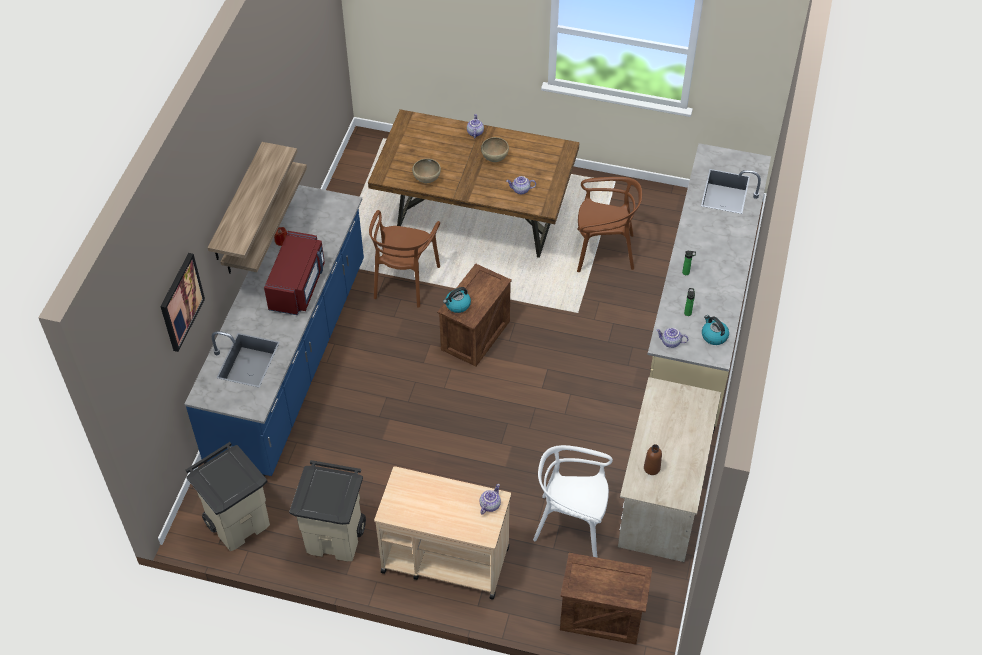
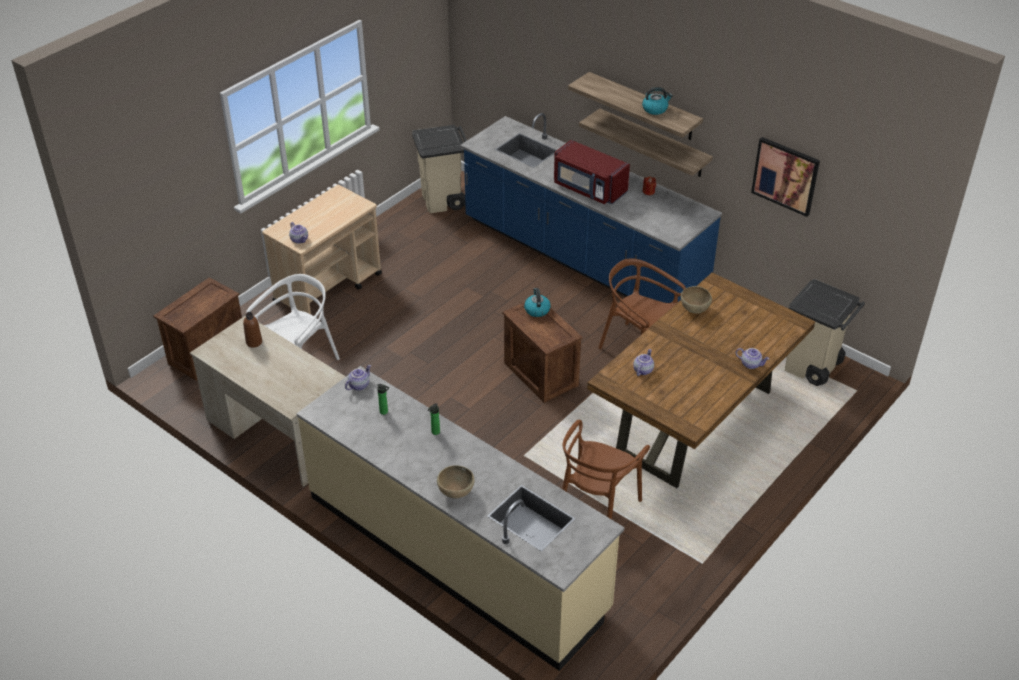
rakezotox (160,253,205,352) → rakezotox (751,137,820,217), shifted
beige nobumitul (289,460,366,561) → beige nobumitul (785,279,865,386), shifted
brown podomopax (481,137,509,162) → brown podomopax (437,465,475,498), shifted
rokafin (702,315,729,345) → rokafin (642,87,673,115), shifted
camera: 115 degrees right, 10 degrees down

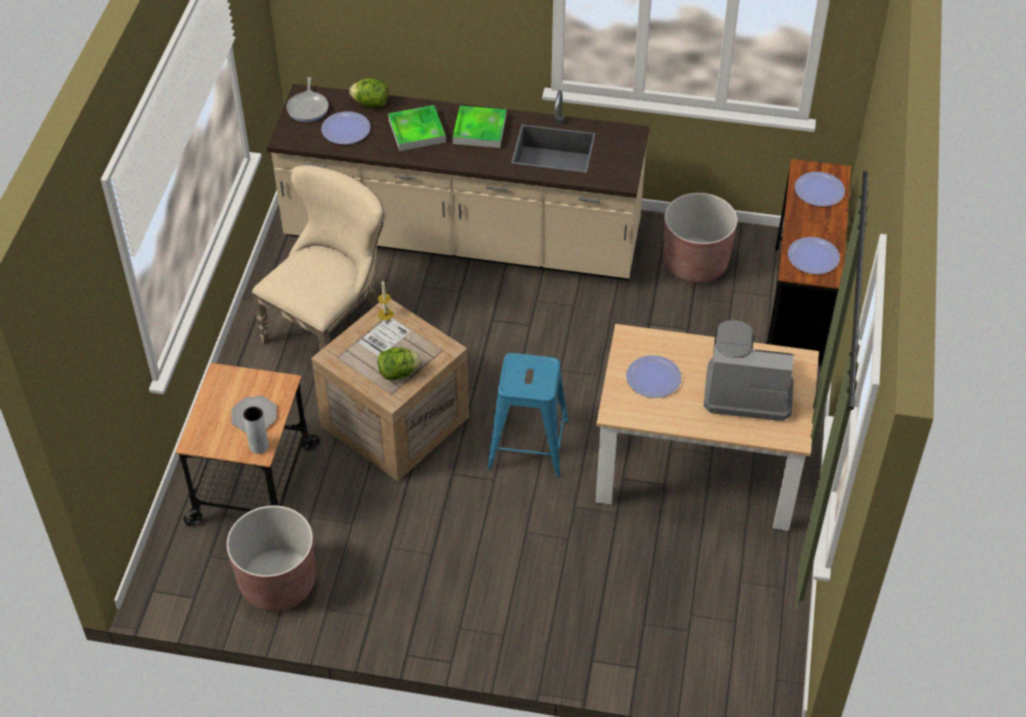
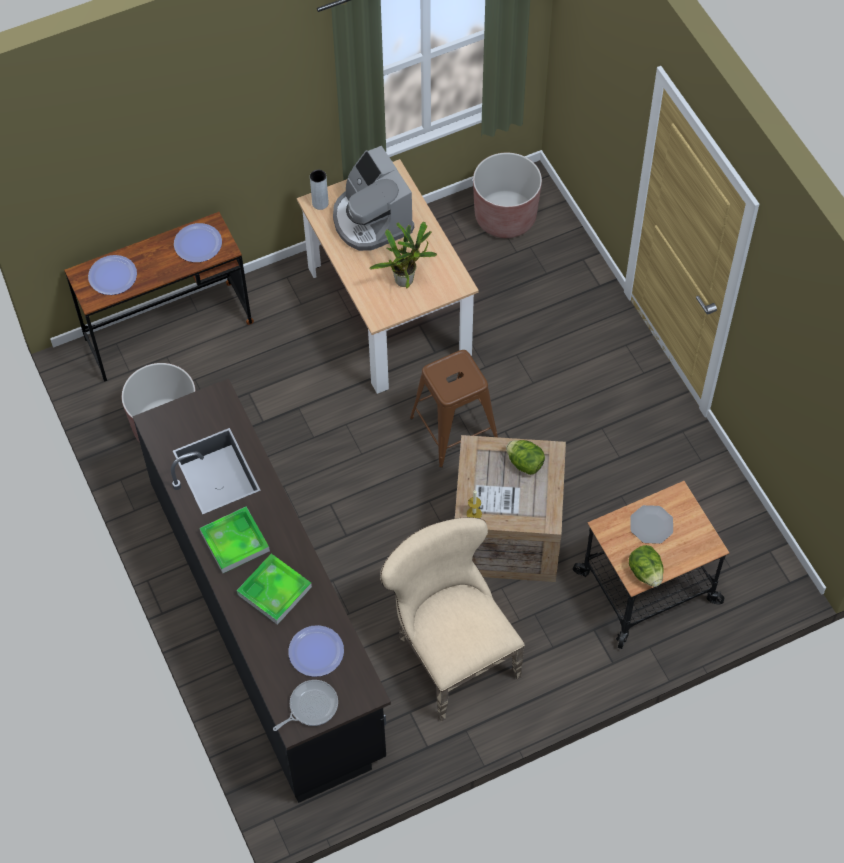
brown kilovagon (227,505,316,611) → brown kilovagon (473,153,542,238), shifted
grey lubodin (243,406,269,454) → grey lubodin (310,170,329,210), shifted
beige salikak (251,165,385,351) → beige salikak (380,517,525,722), 60 degrees clockwise
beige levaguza (267,84,650,281) → black levaguza (133,378,391,803)
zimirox (349,78,388,107) → zimirox (629,545,664,587), shifted
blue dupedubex (487,353,569,478) → brown dupedubex (410,350,498,468)
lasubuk (626,355,682,398) → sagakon (370,222,437,289)
camera: 125 degrees left, 10 degrees up

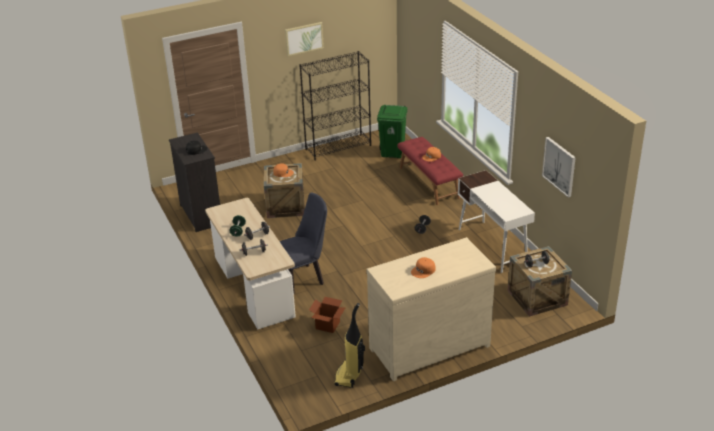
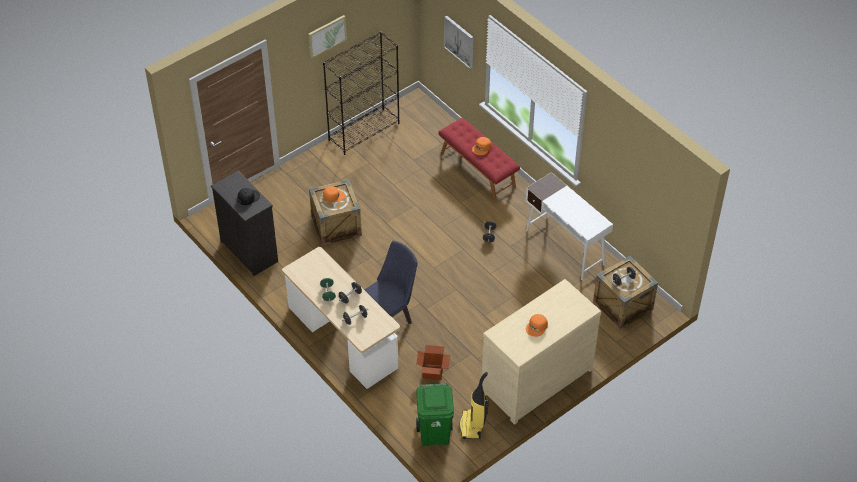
green nobumitul (377,105,408,158) → green nobumitul (416,383,454,446), shifted
rakezotox (542,137,576,198) → rakezotox (444,16,473,69), shifted
camera: 15 degrees left, 15 degrees up

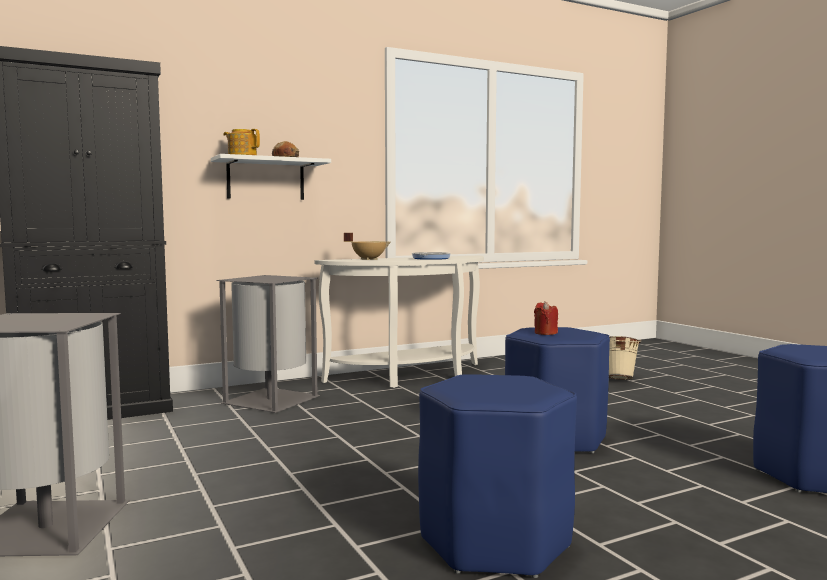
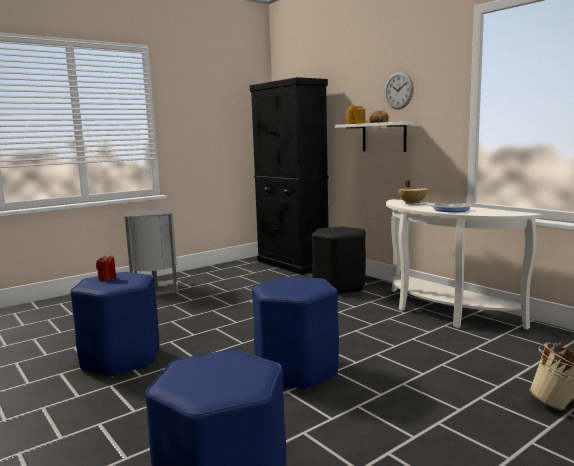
grey nobumitul (216,275,320,413) → black dupedubex (312,227,366,294)
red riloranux (534,301,558,335) → red riloranux (96,255,116,281), shifted
- → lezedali (385,72,414,110)
camera: 80 degrees right, 5 degrees up

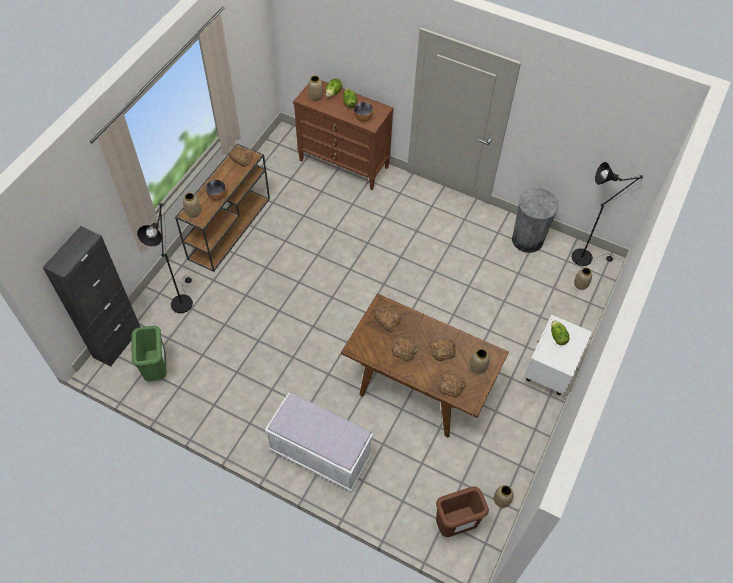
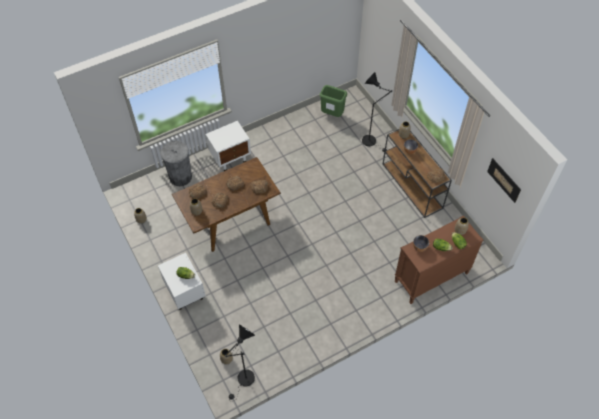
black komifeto (43,226,140,367) → -
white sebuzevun (265,393,373,491) → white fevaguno (206,121,251,171)
brown nobumitul (436,486,489,537) → -
grey nobumitul (512,188,559,253) → grey nobumitul (161,141,192,186), shifted
- → rakezotox (487,158,521,203)
camera: 125 degrees right, 0 degrees up

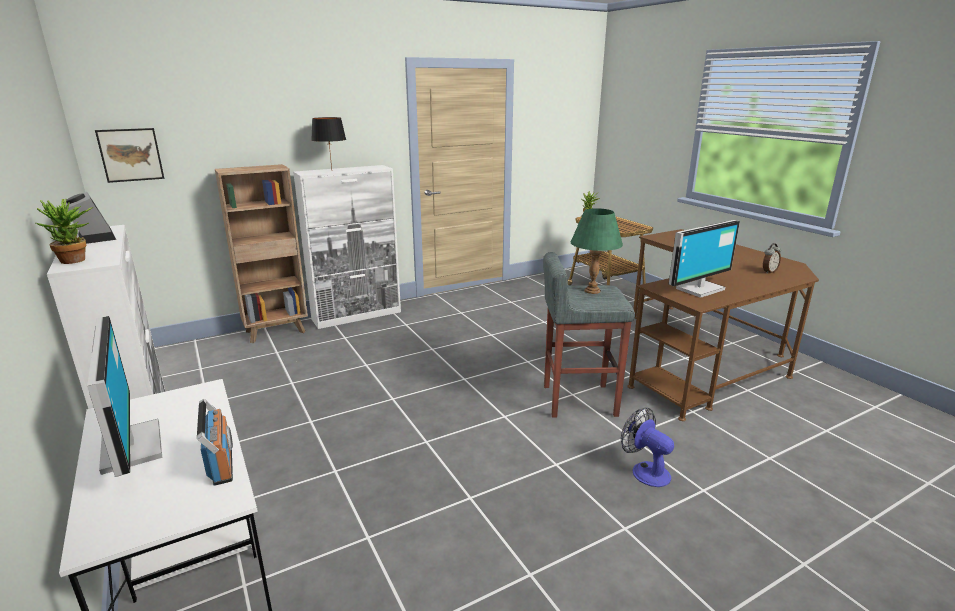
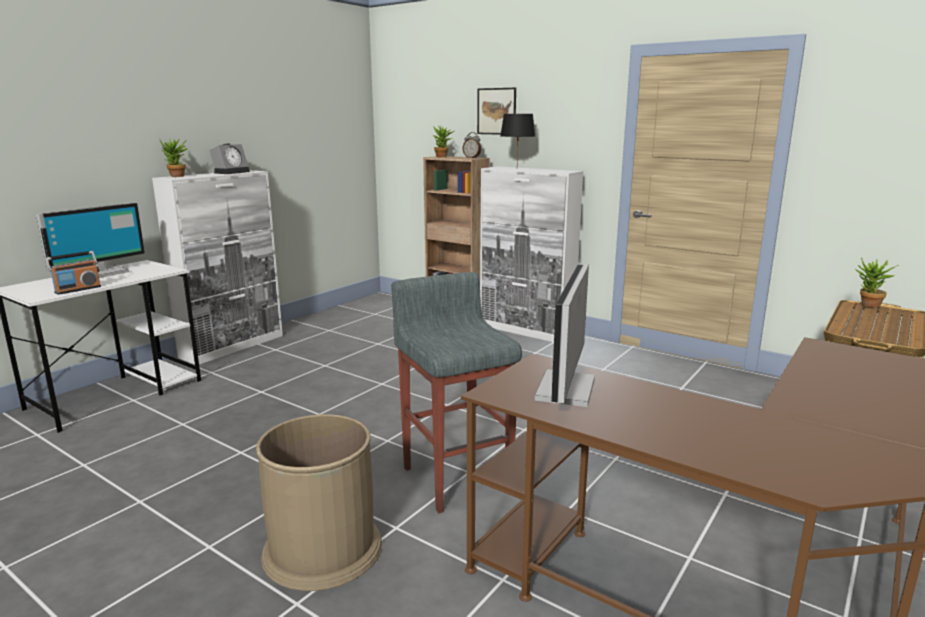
rakezotox (95,128,165,183) → rakezotox (477,88,516,135), shifted
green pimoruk (571,208,623,294) → -
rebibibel (621,408,674,487) → brown nobumitul (256,414,382,591)
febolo (669,220,740,298) → febolo (535,263,595,407), 75 degrees clockwise
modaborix (763,243,781,274) → modaborix (463,132,481,158), shifted
- → sagakon (433,126,454,157)
camera: 65 degrees right, 5 degrees down

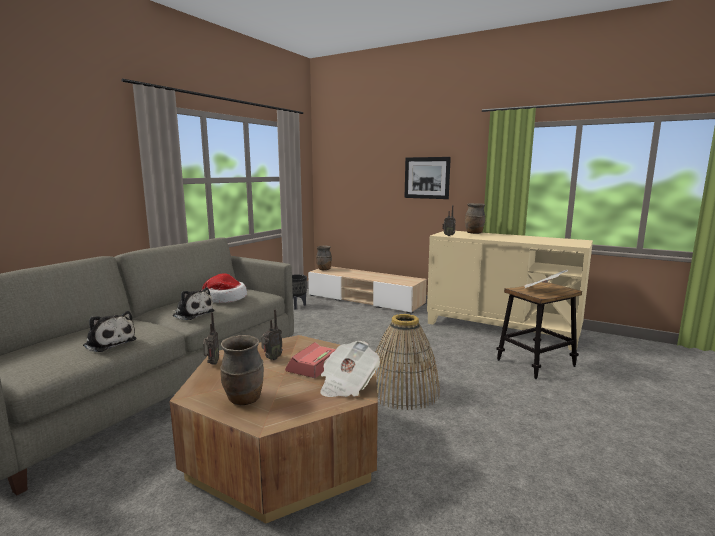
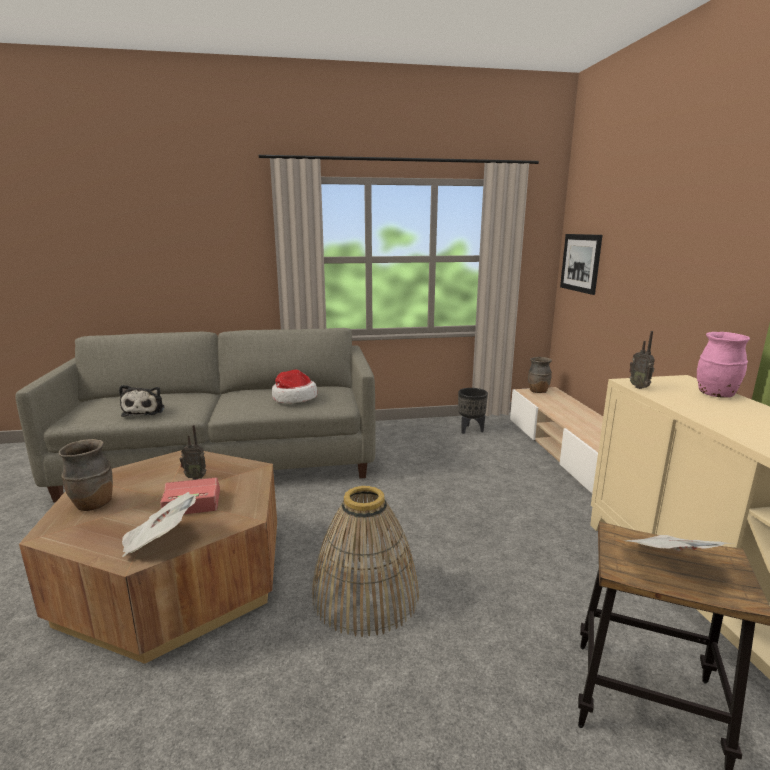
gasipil (172,288,214,320) → -
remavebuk (203,312,219,364) → -
rakezotox (405,157,451,199) → rakezotox (560,234,602,295), shifted
brown lubodin (465,203,485,234) → pink lubodin (697,332,750,397)
camera: 50 degrees right, 5 degrees up

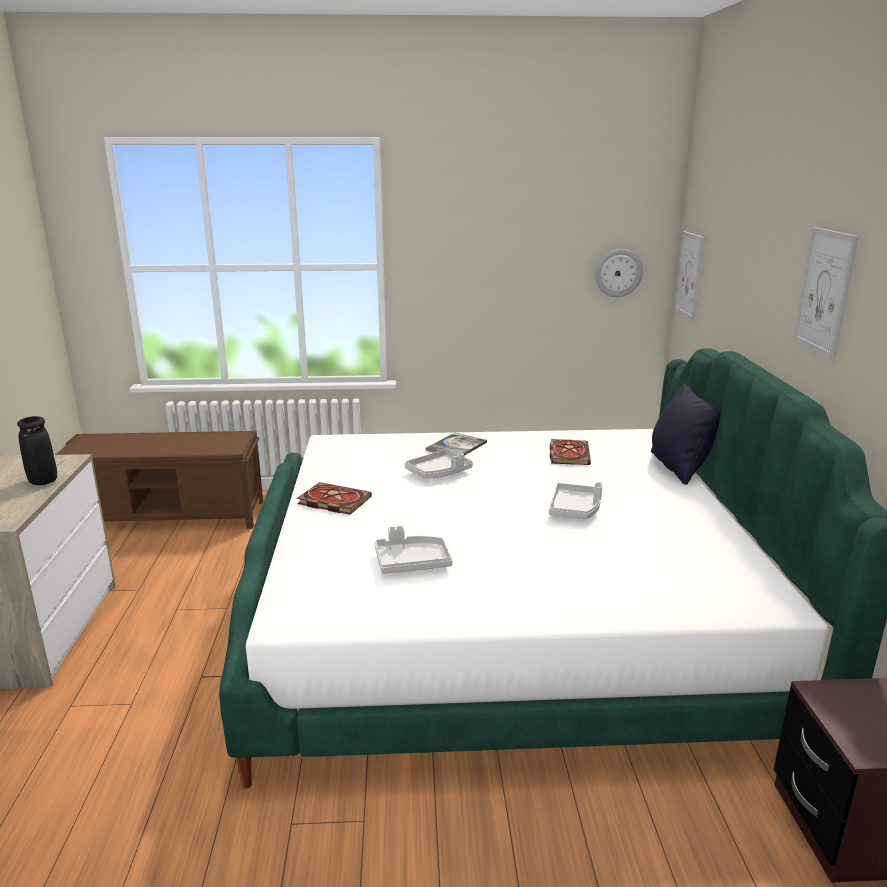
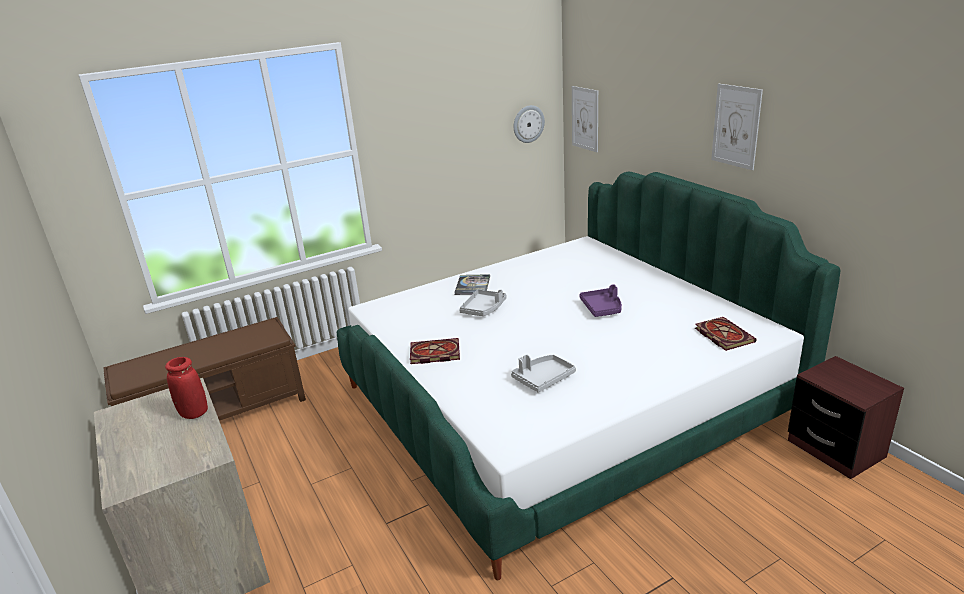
black lubodin (17,416,57,485) → red lubodin (165,357,208,419)
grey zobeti (549,482,602,519) → purple zobeti (579,284,622,317)
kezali (550,439,591,465) → kezali (695,317,757,351), shifted
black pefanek (651,383,722,485) → -
camera: 25 degrees left, 5 degrees up

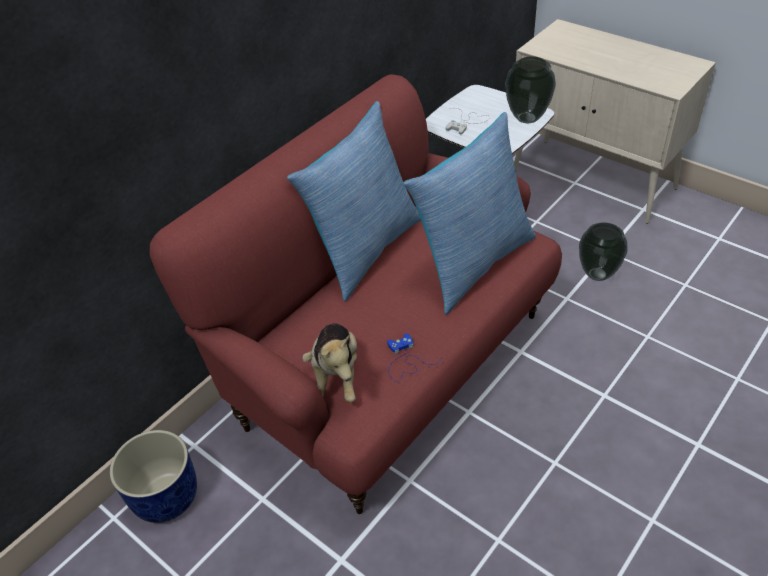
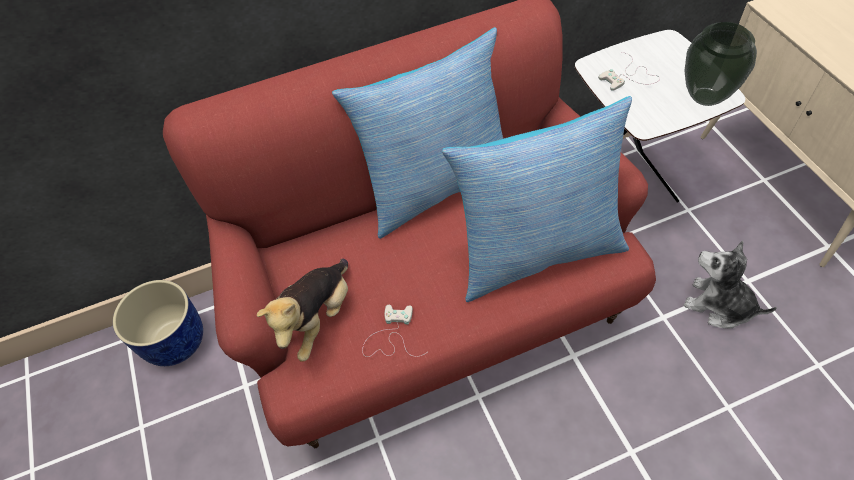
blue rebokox (387,333,442,381) → white rebokox (362,305,426,357)
lubodin (579,222,628,281) → gasipil (684,240,777,329)
camera: 30 degrees right, 10 degrees up

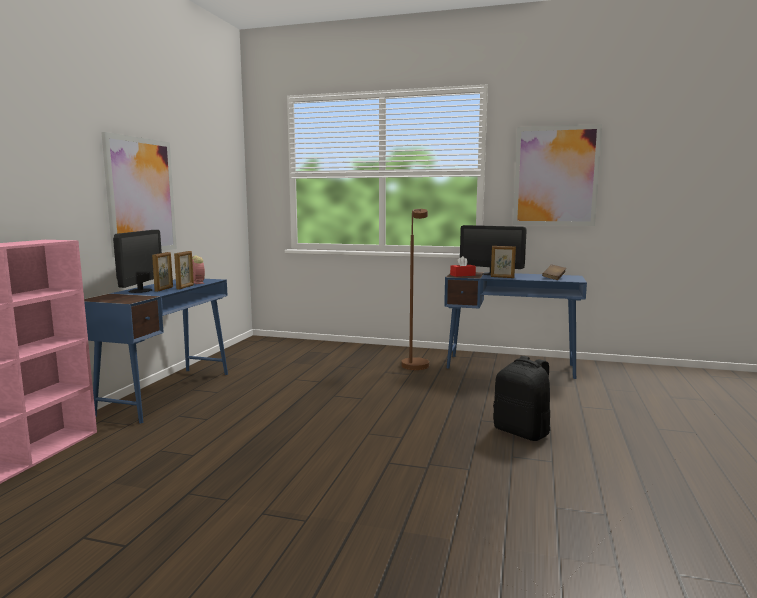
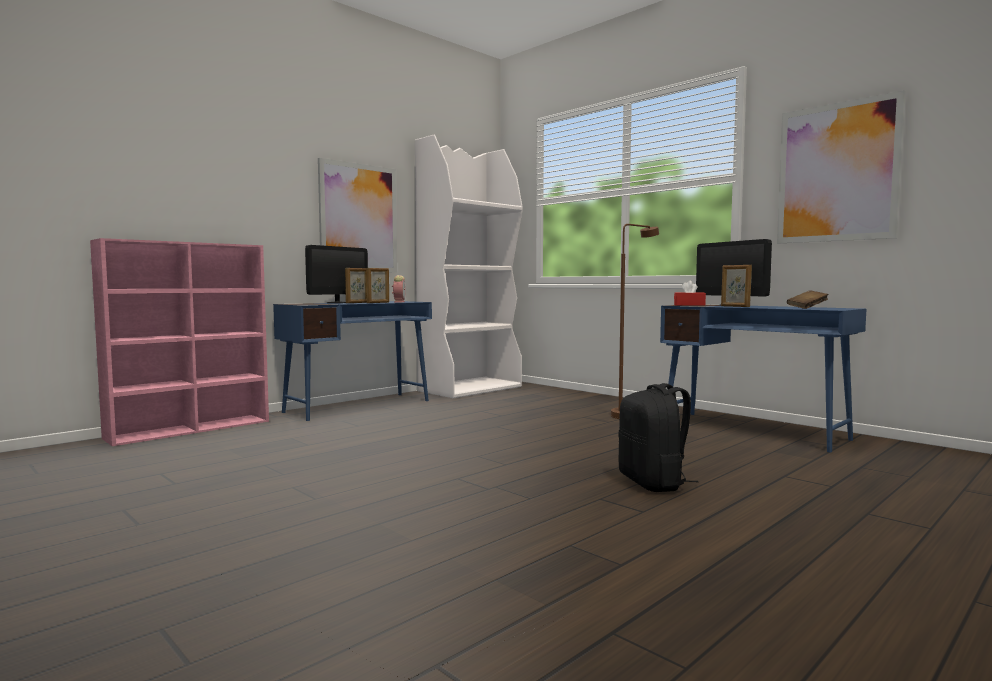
- → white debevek (415,134,522,398)
camera: 30 degrees right, 5 degrees down

